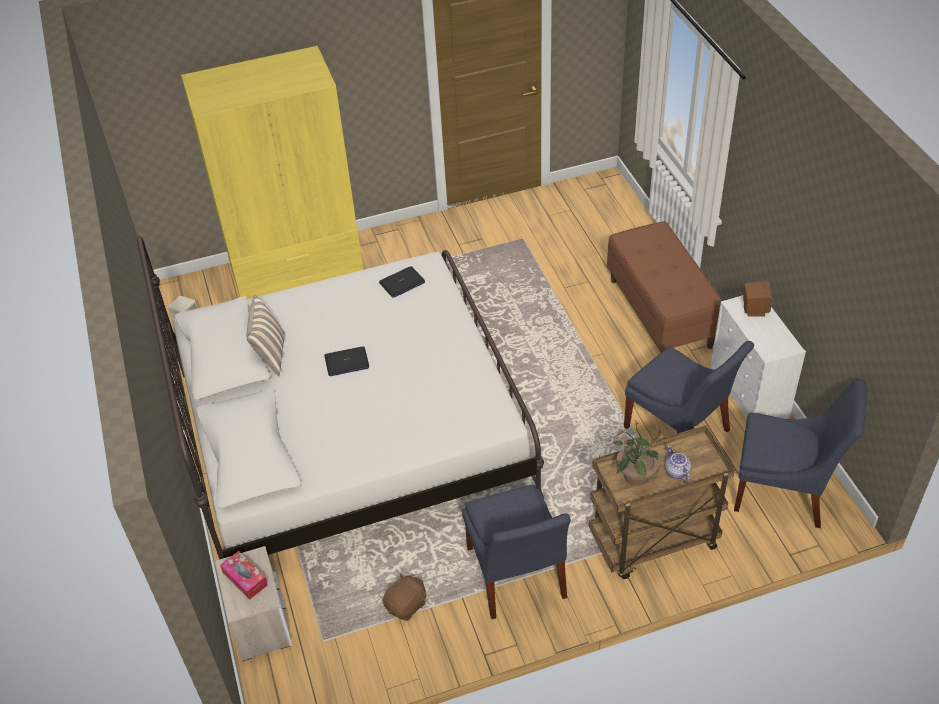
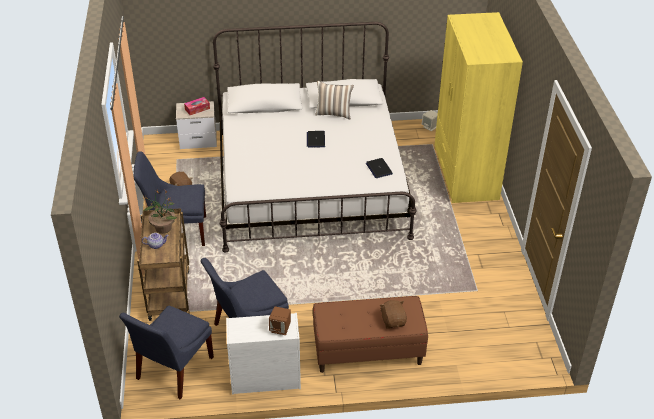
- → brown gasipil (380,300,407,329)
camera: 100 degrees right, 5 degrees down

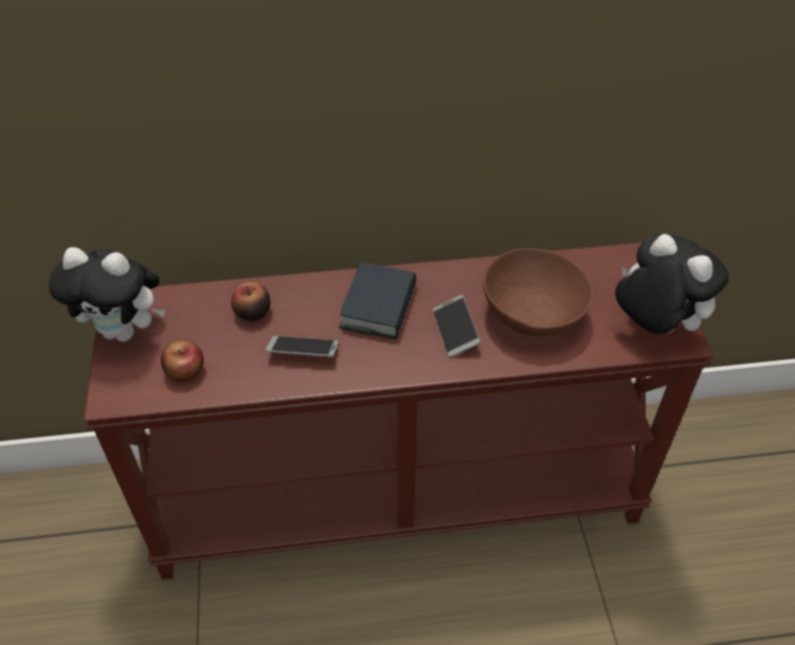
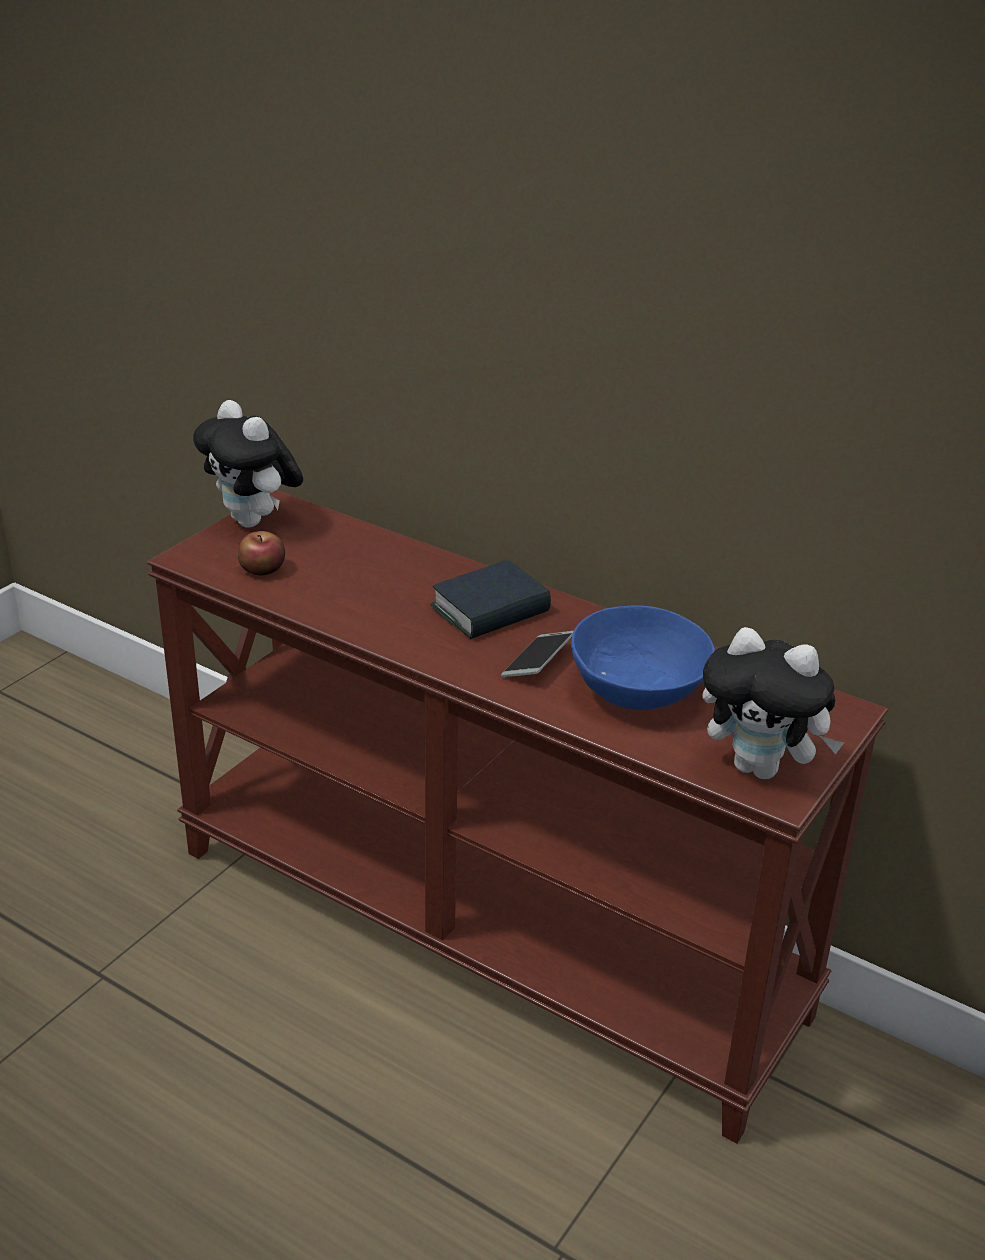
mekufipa (231,282,271,321) → -
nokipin (265,336,338,357) → -
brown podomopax (483,248,593,336) → blue podomopax (571,605,715,710)
gasipil (615,234,729,334) → gasipil (702,627,844,779), 120 degrees clockwise
camera: 40 degrees right, 15 degrees down

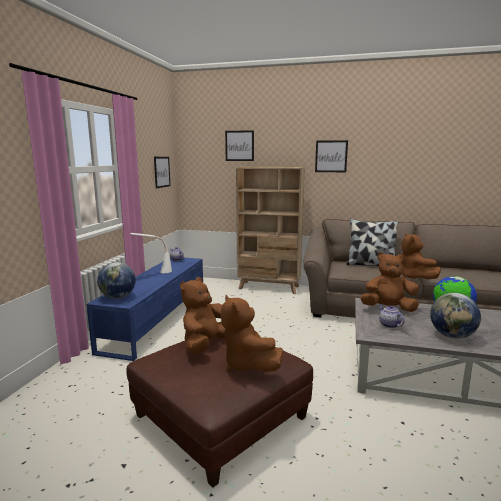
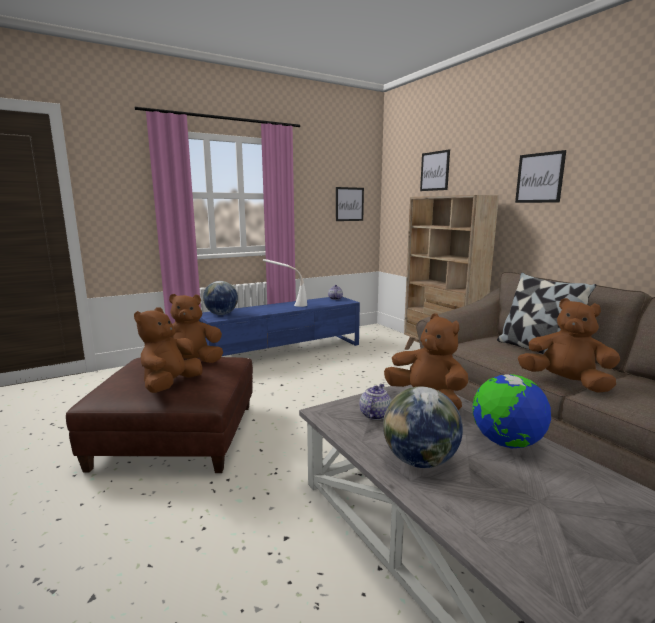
brown gasipil (401,233,441,279) → brown gasipil (518,298,620,393), 90 degrees clockwise
camera: 45 degrees right, 0 degrees up

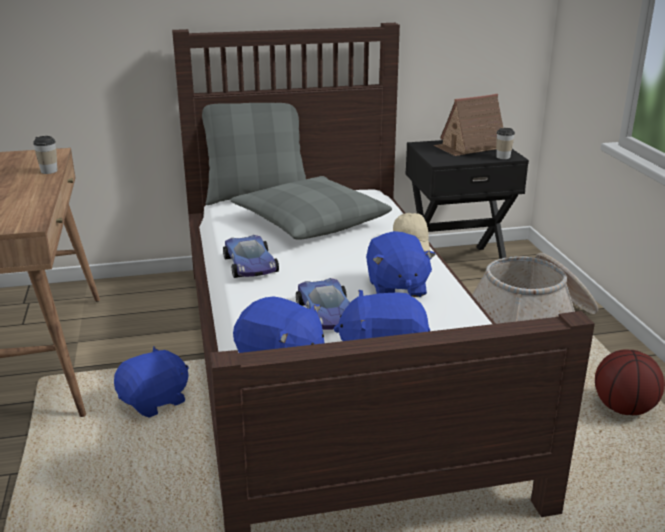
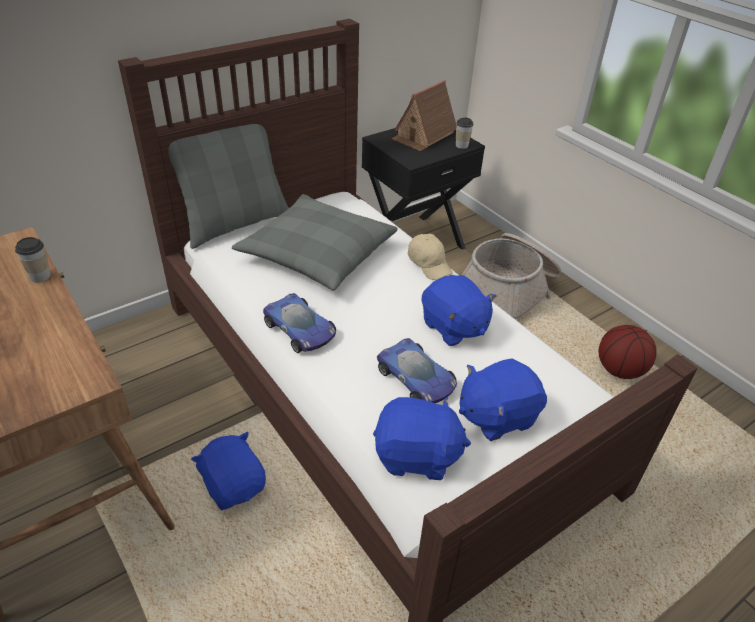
blue gasipil (114,346,189,418) → blue gasipil (191,432,266,510), 60 degrees counterclockwise
camera: 25 degrees left, 15 degrees up

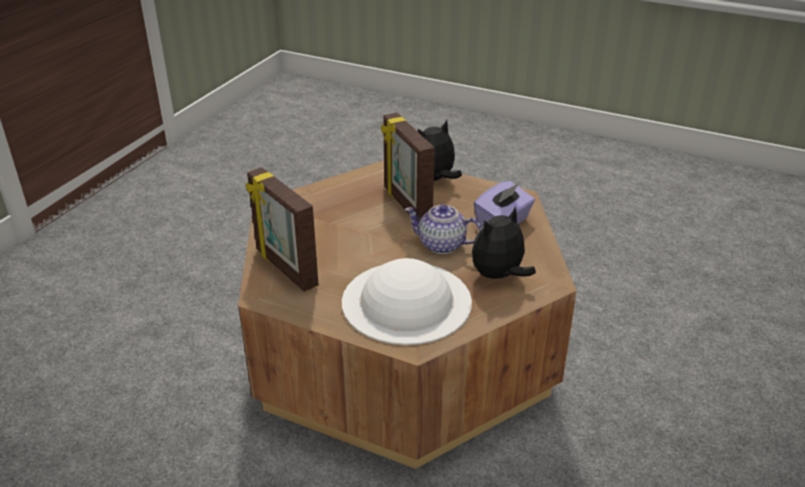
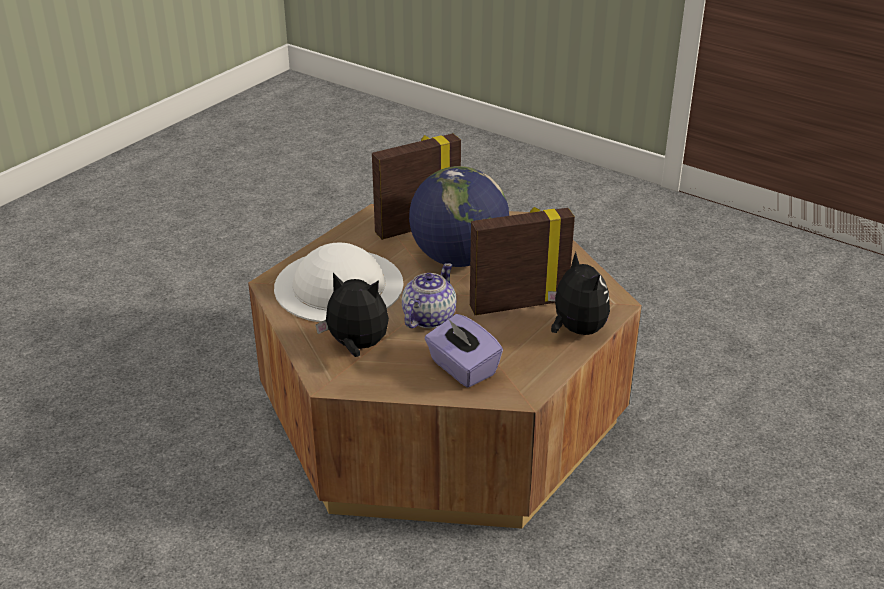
gasipil (472,206,536,279) → gasipil (315,273,389,357), 45 degrees counterclockwise
- → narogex (409,166,509,267)
camera: 100 degrees right, 0 degrees up

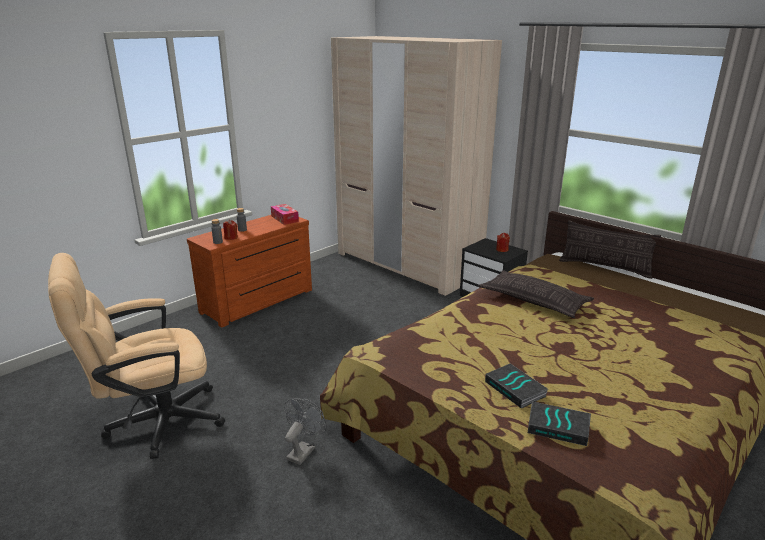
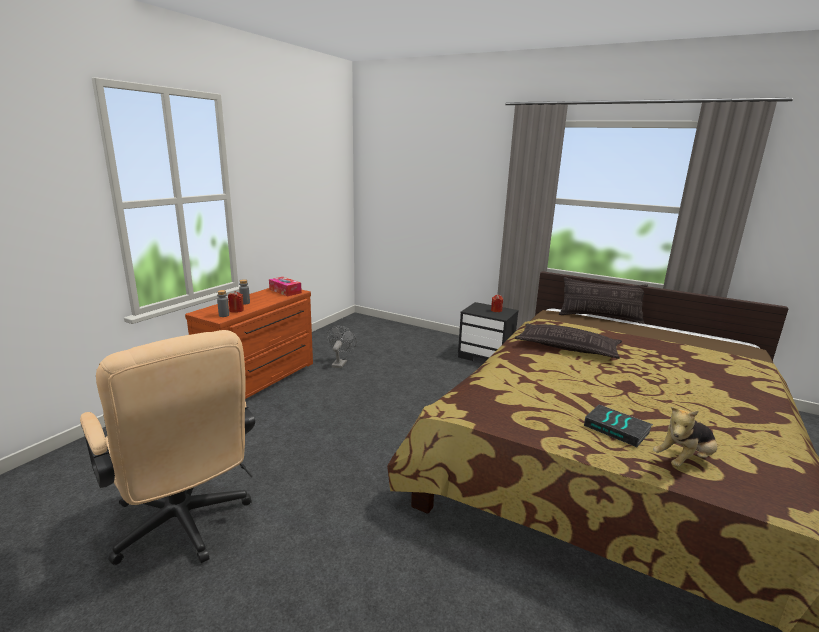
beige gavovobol (48,253,225,459) → beige gavovobol (80,330,255,565), 90 degrees counterclockwise
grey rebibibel (284,398,327,465) → grey rebibibel (327,326,356,368), shifted
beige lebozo (331,36,502,296) → -
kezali (528,401,591,446) → gasipil (653,407,717,467)
camera: 15 degrees left, 5 degrees down

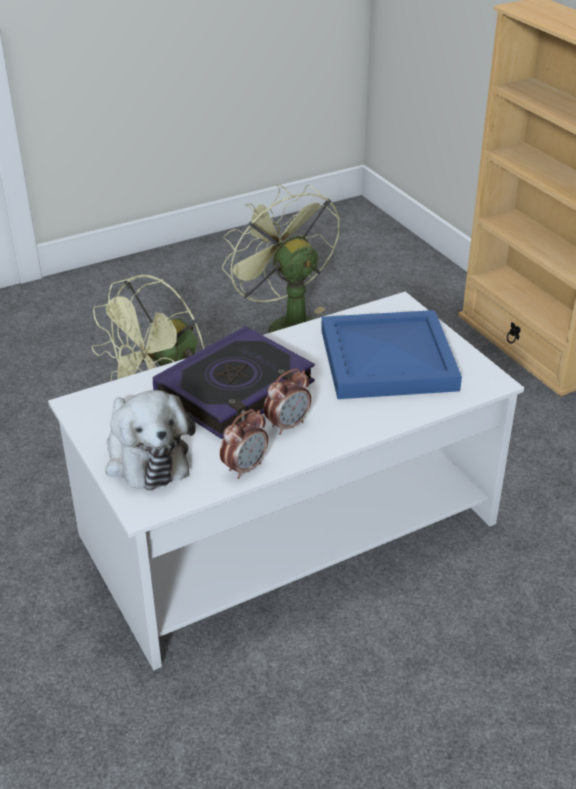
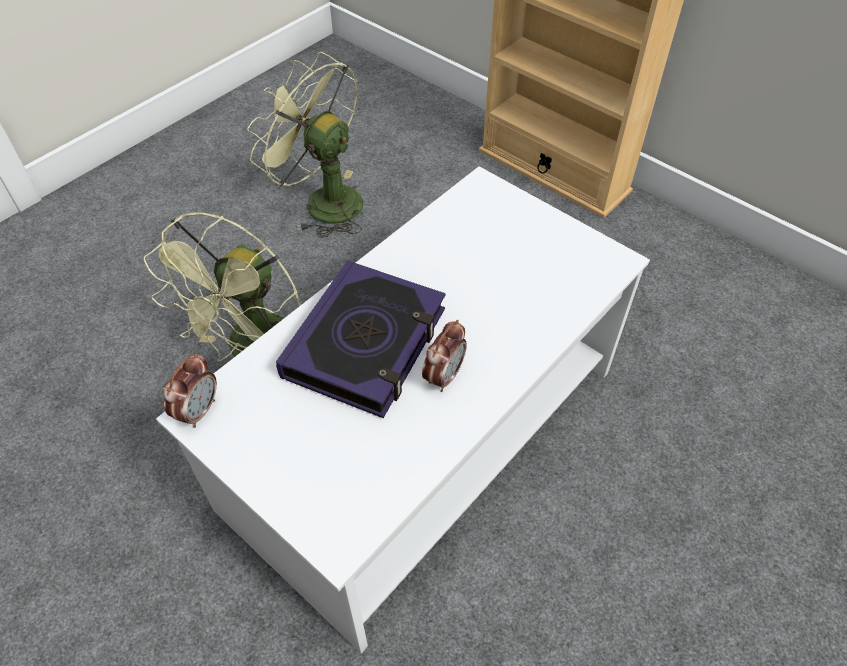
gasipil (105,390,196,490) → -
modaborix (220,409,268,479) → modaborix (163,353,217,428), shifted
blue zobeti (321,310,462,399) → -
camera: 20 degrees left, 15 degrees up

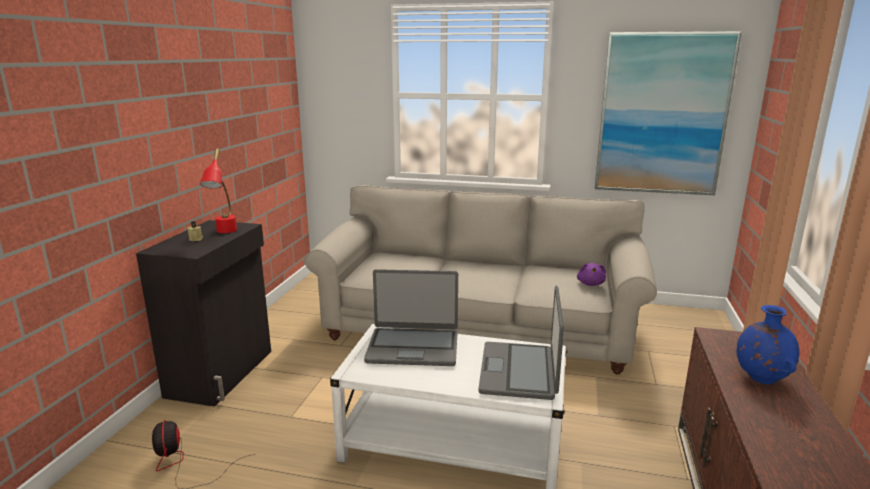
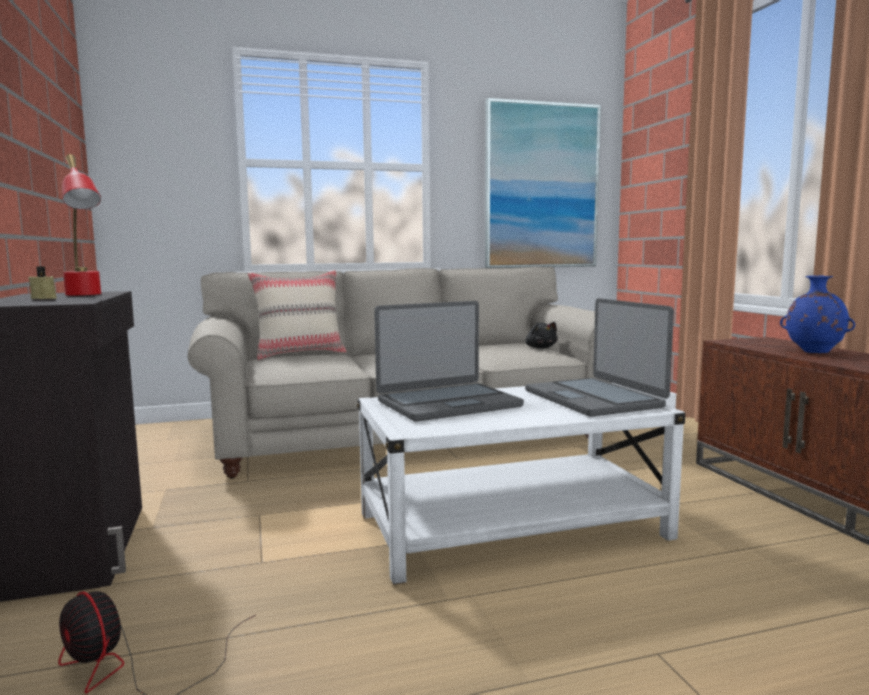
purple gasipil (577,263,606,286) → black gasipil (525,322,558,349)
- → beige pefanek (248,270,347,360)
camera: 30 degrees left, 10 degrees down

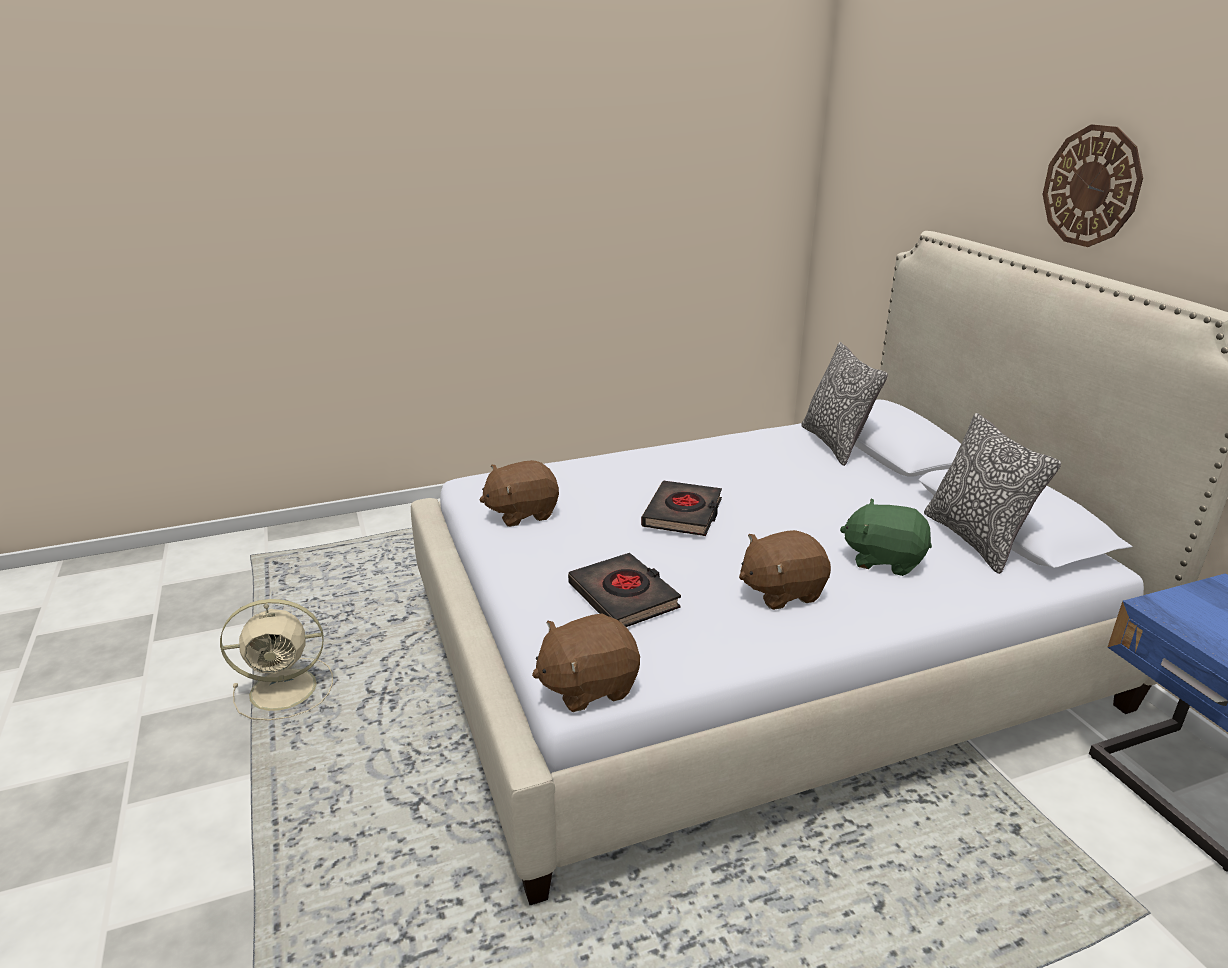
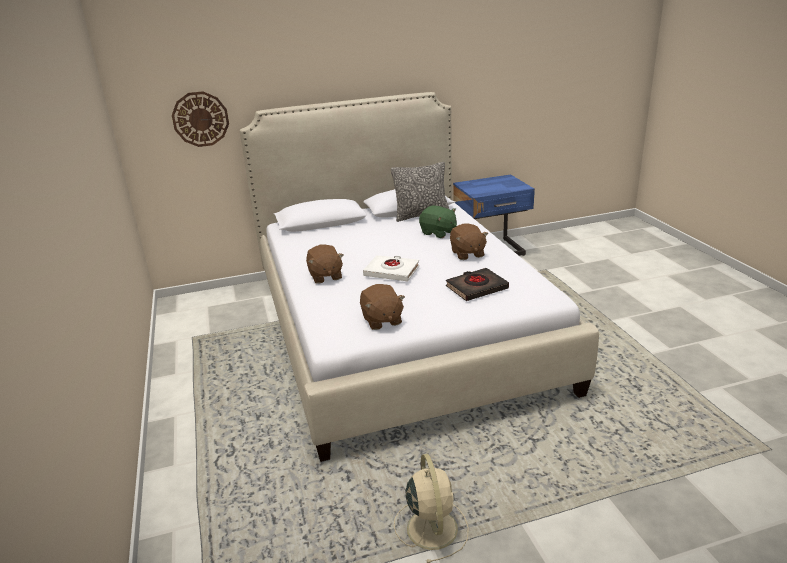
brown gasipil (532,614,640,712) → brown gasipil (306,245,344,284), shifted
black kezali (641,481,722,536) → white kezali (363,255,419,281)
pefanek (801,342,888,466) → -
green gasipil (840,499,932,576) → green gasipil (419,206,457,238), 75 degrees counterclockwise
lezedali (1043,124,1143,247) → lezedali (172,91,229,147), shifted
camera: 85 degrees left, 0 degrees up

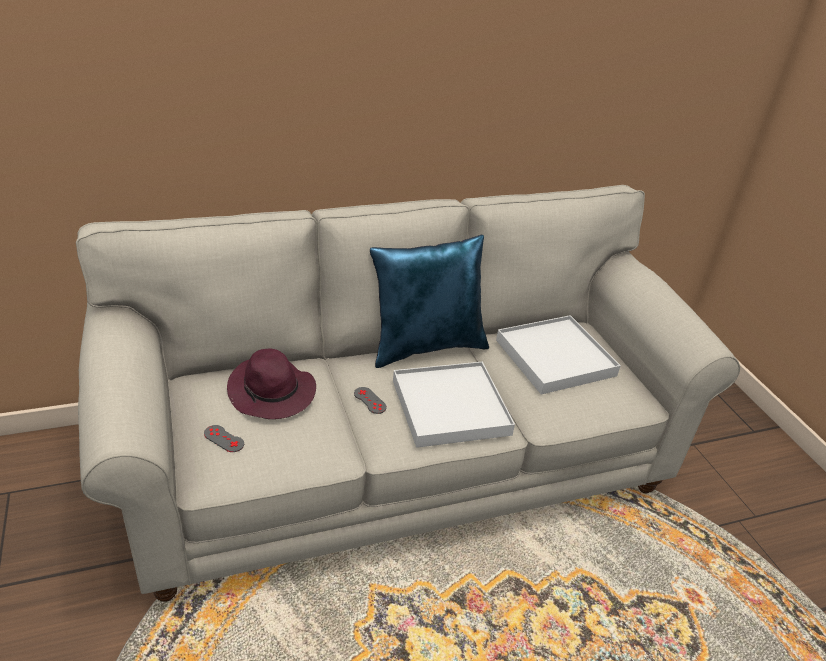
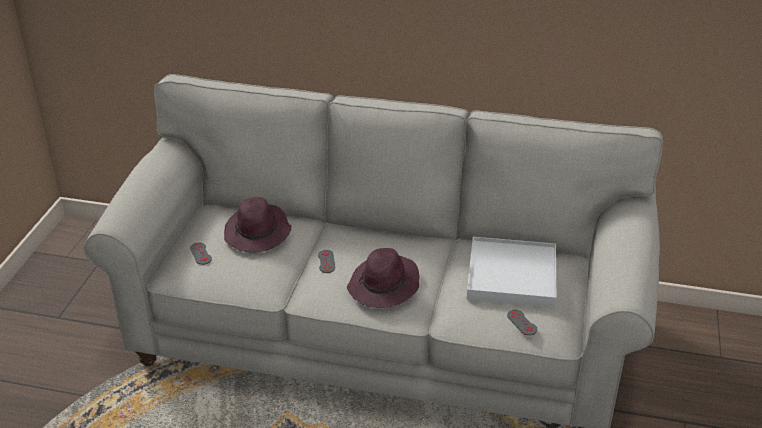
blue pefanek (370,235,489,368) → -
white zobeti (393,362,515,448) → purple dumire (347,248,419,308)
- → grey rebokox (507,310,538,336)
camera: 35 degrees right, 0 degrees up

